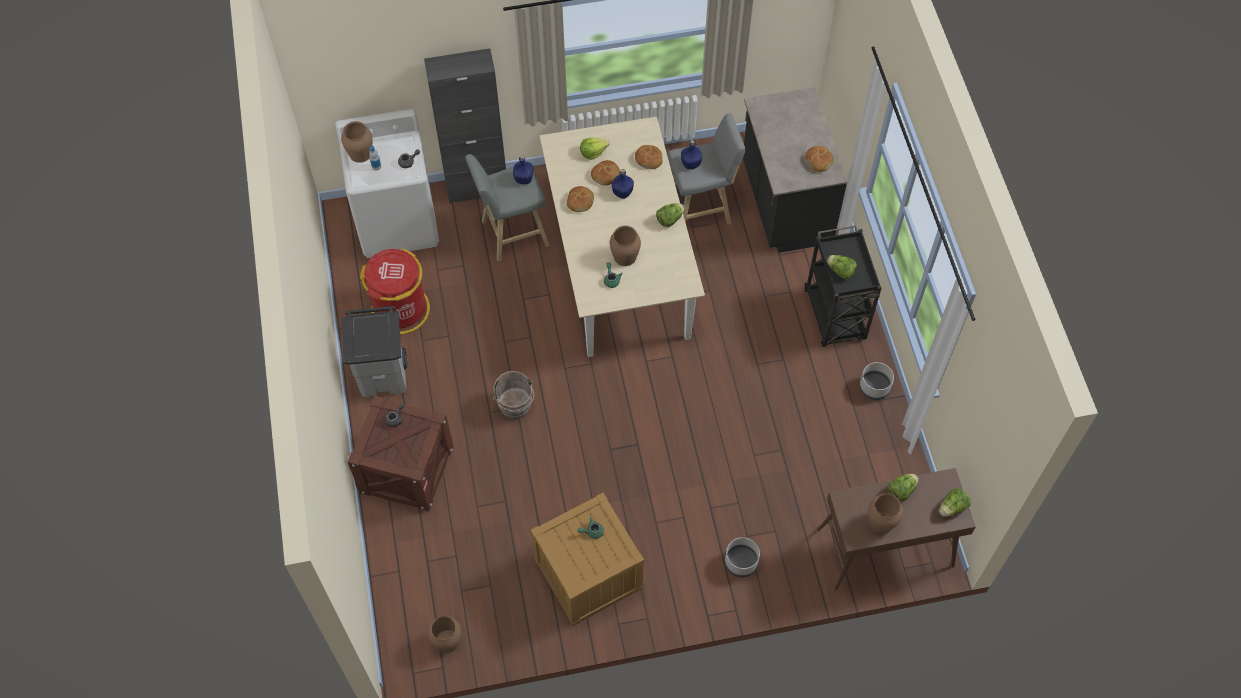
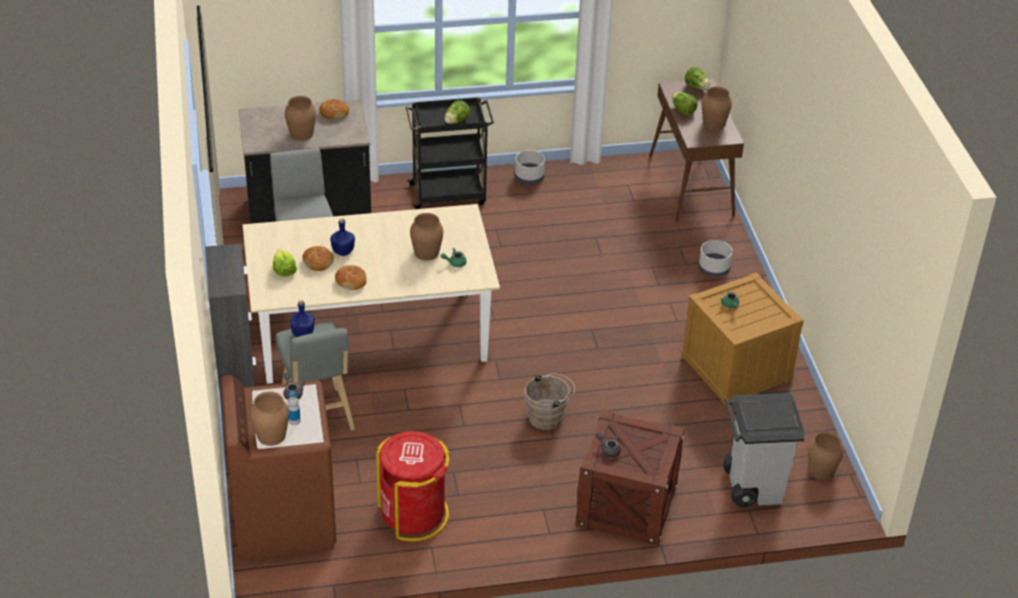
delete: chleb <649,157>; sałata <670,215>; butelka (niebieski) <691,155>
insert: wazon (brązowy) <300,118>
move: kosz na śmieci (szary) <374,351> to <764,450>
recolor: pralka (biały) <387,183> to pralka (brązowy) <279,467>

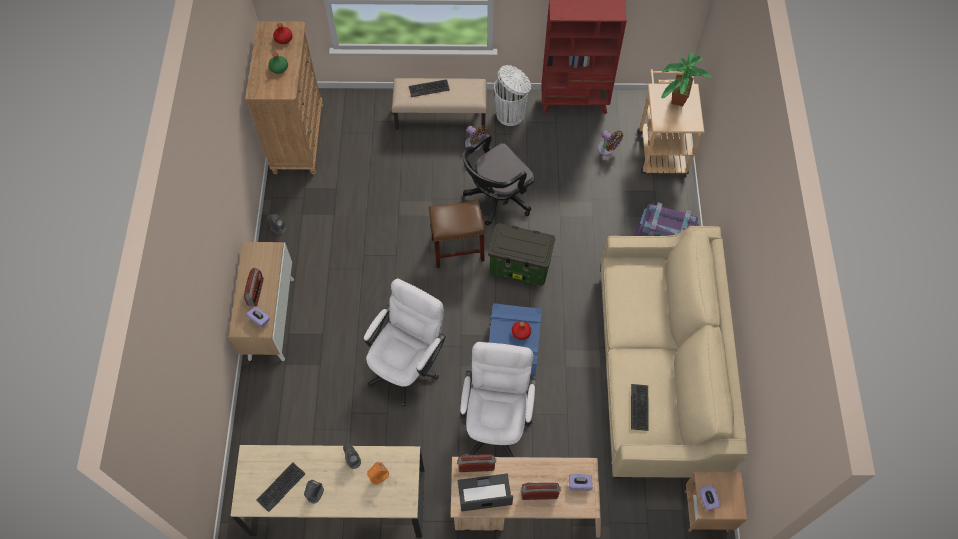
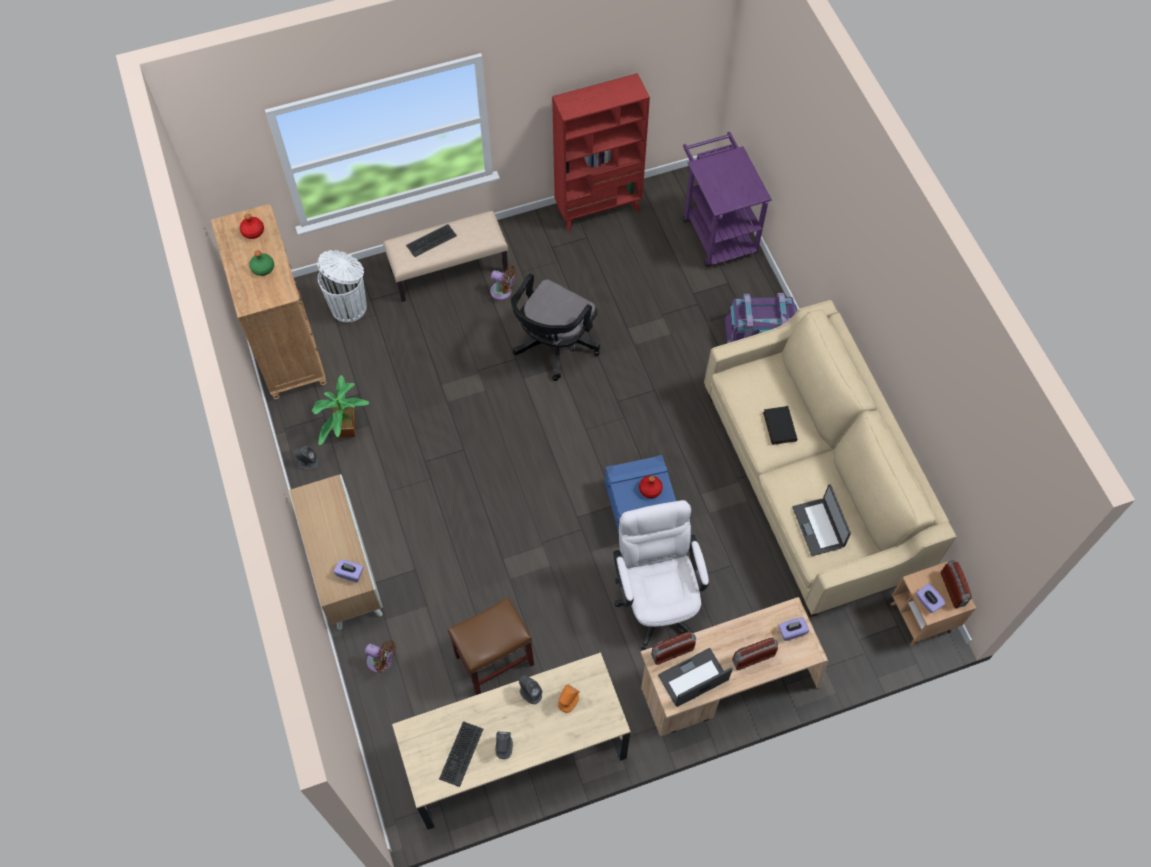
delete: krzesło biurowe (biały) <405,342>; pojemnik do przechowywania <521,254>
insert: książka (czarny) <780,425>
move: roślina doniczkowa <686,79> to <340,410>; kosz na śmieci (biały) <512,95> to <342,286>; wentylator (brązowy) <610,143> to <380,656>; stołek (brązowy) <457,233> to <491,646>; radio <254,286> to <956,584>
replace: klawiatura <640,407> to laptop <822,520>
recolor: wózek (beżowy) <671,121> to wózek (fioletowy) <727,199>

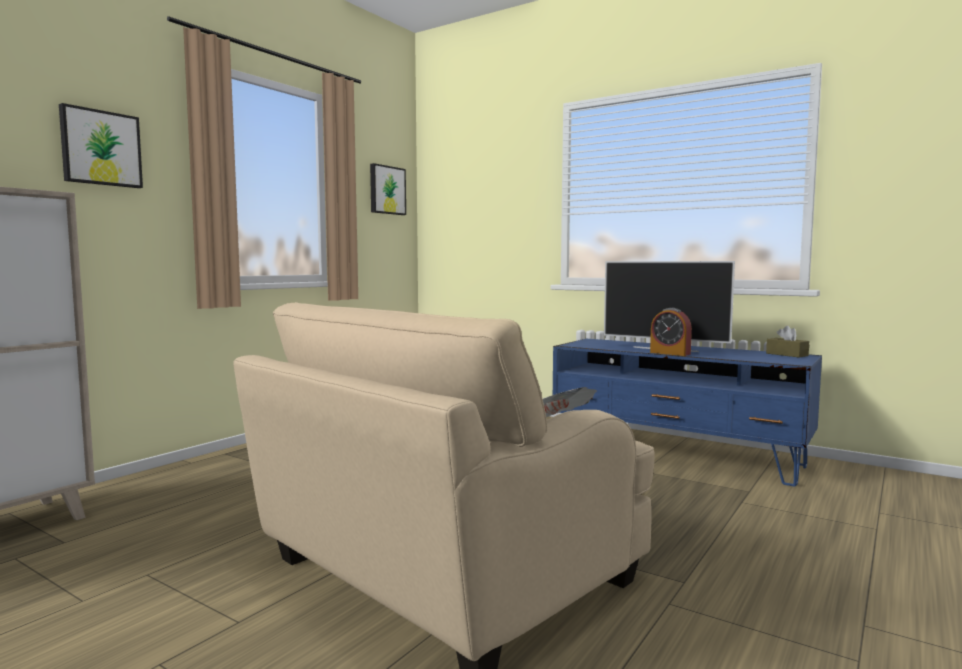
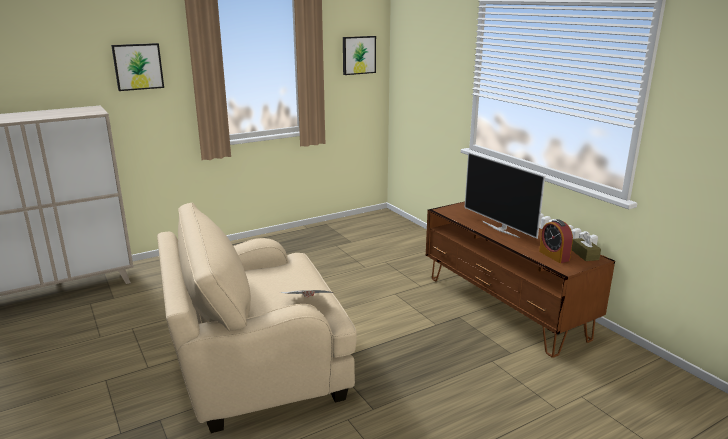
move: budzik <671,332> to <556,241>
recolor: szafka pod telewizor (niebieski) <687,413> to szafka pod telewizor (brązowy) <520,279>

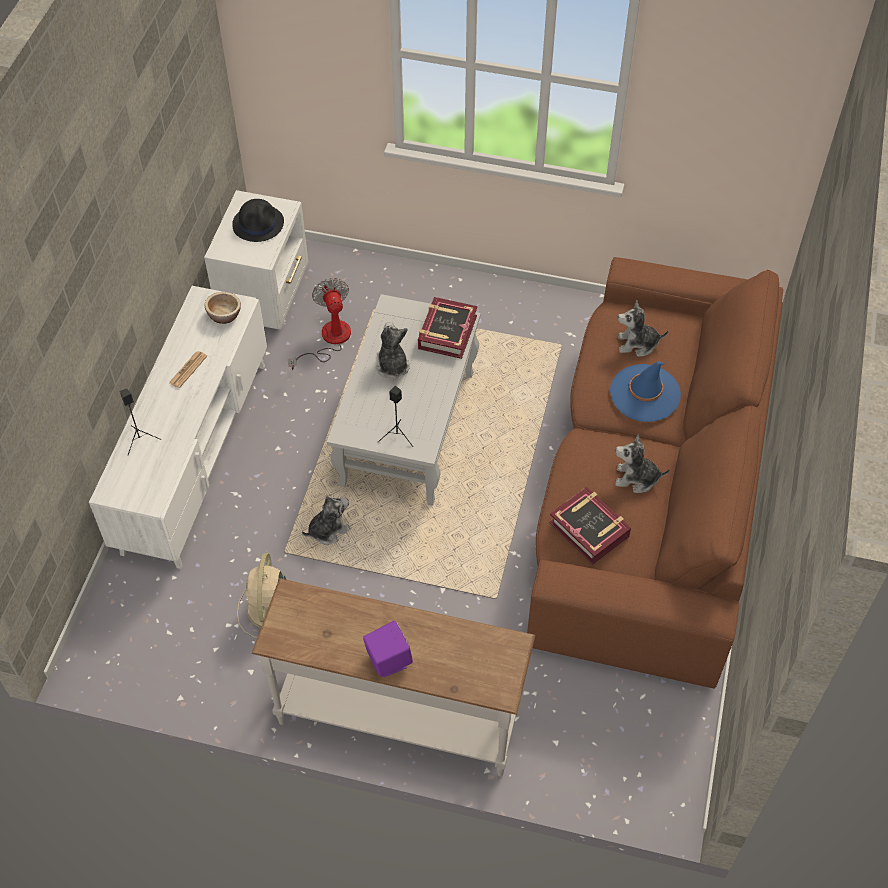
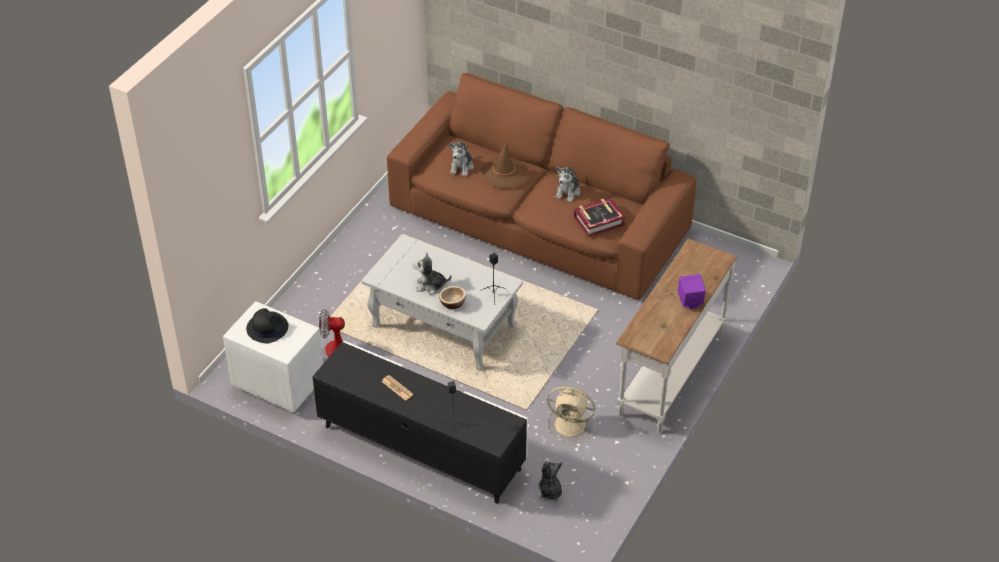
delete: książka <447,328>
move: miska <223,308> to <452,297>; pluszak <326,520> to <549,480>
recolor: szafka pod telewizor (biały) <178,427> to szafka pod telewizor (czarny) <420,422>; kapelusz (niebieski) <645,391> to kapelusz (brązowy) <504,165>

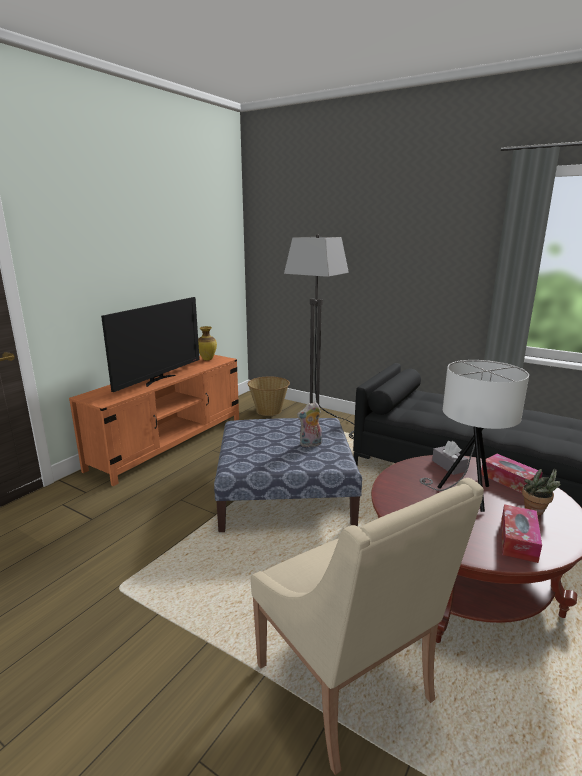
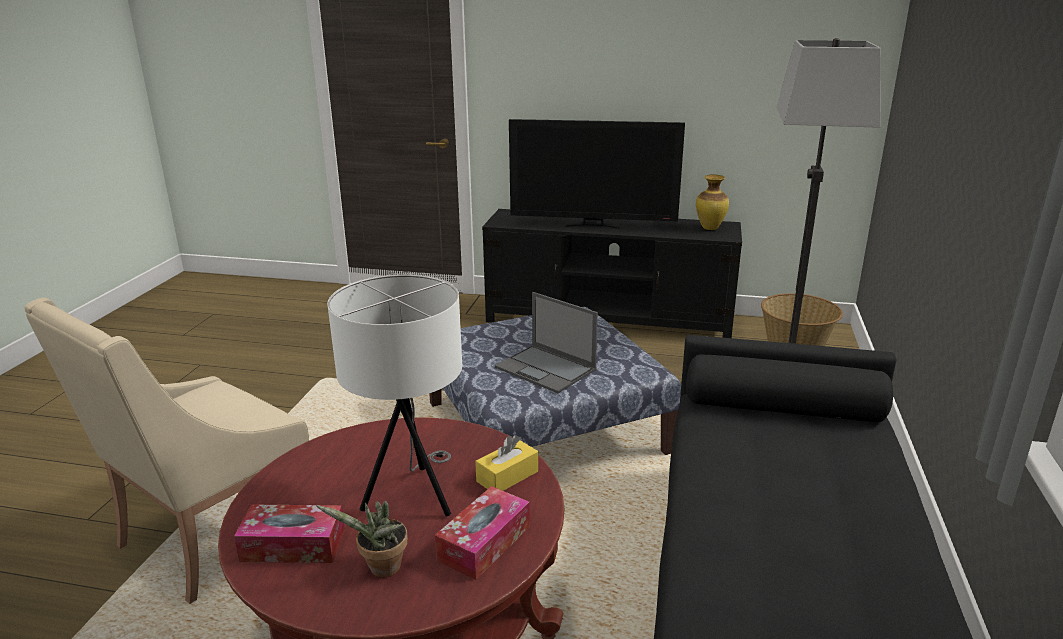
replace: pluszak <309,424> to laptop <546,342>
recolor: pudełko chusteczek (szary) <450,458> to pudełko chusteczek (żółty) <506,463>; szafka pod telewizor (pomarańczowy) <154,420> to szafka pod telewizor (czarny) <612,273>

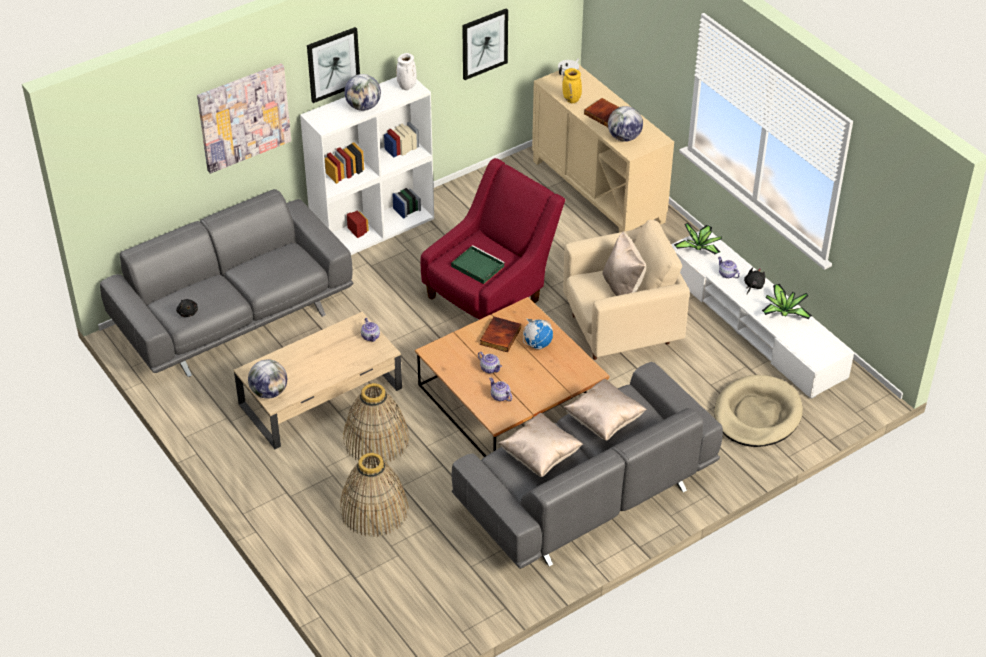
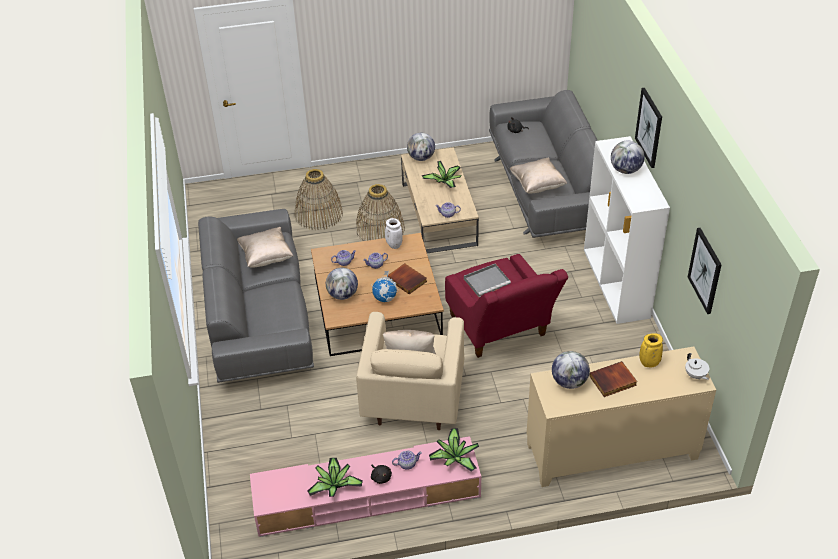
delete: obraz <244,118>; legowisko (beżowy) <758,411>
insert: globus <342,284>; roślina doniczkowa <442,174>
move: wazon (biały) <406,71> to <394,233>; poduszka (beżowy) <605,410> to <538,175>
recolor: szafka pod telewizor (biały) <762,315> to szafka pod telewizor (różowy) <365,486>; taca (zielony) <478,264> to taca (szary) <487,280>

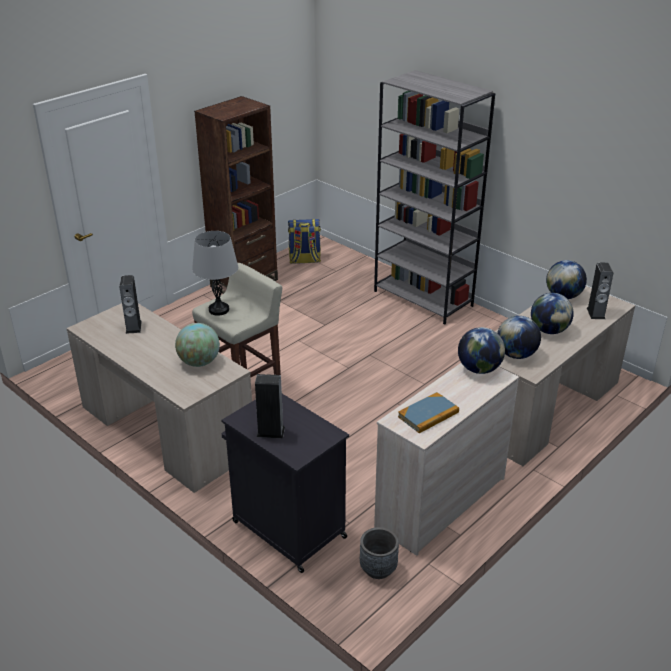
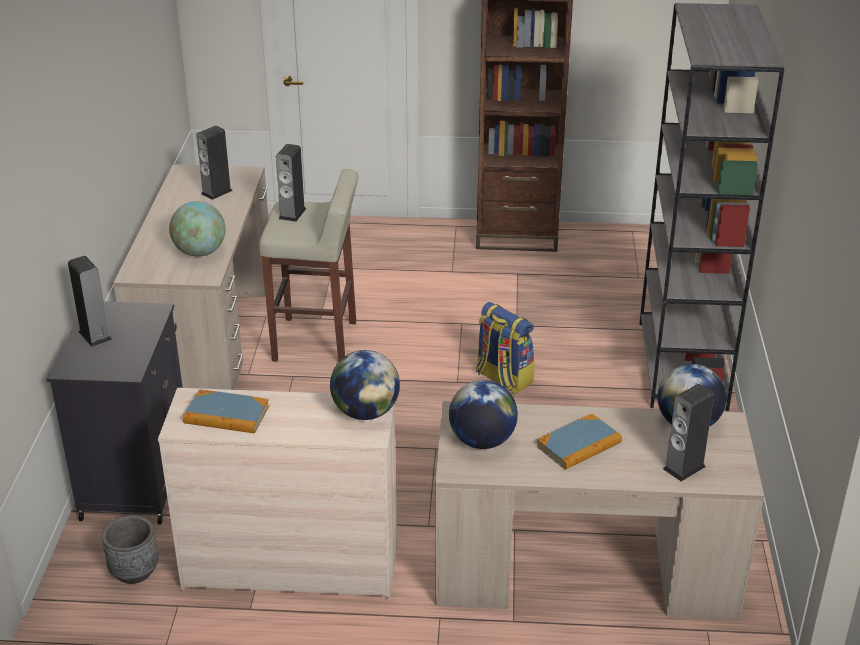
move: plecak <304,241> to <505,348>
replace: lampa stołowa (szary) <215,273> to głośnik <291,183>; globus <552,313> to książka <579,442>

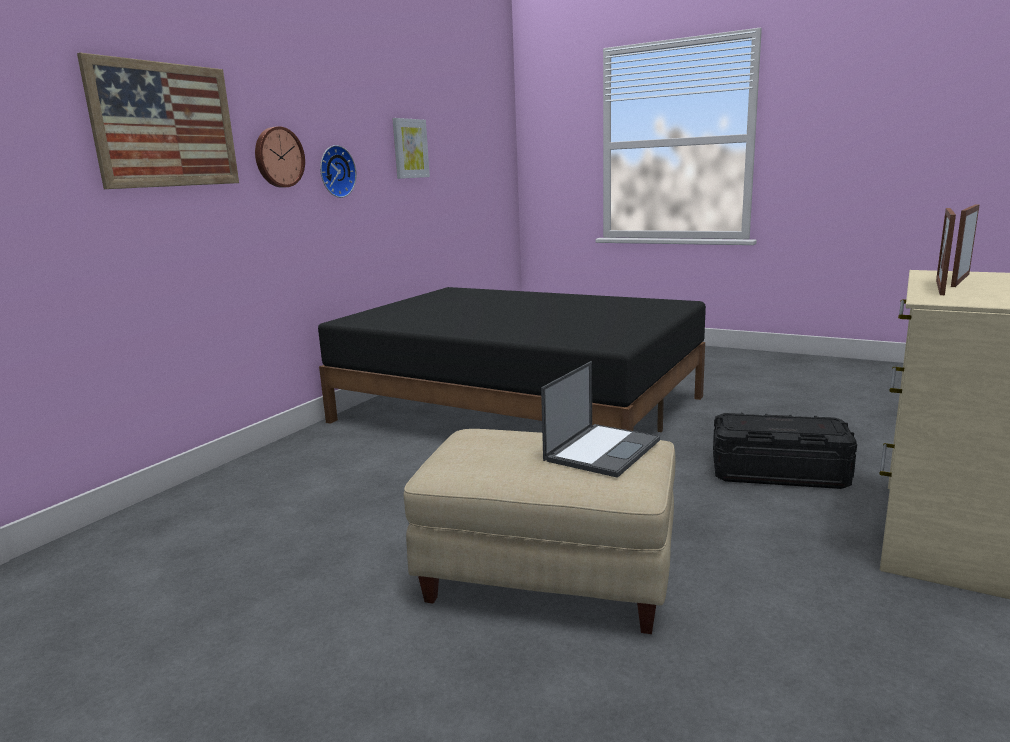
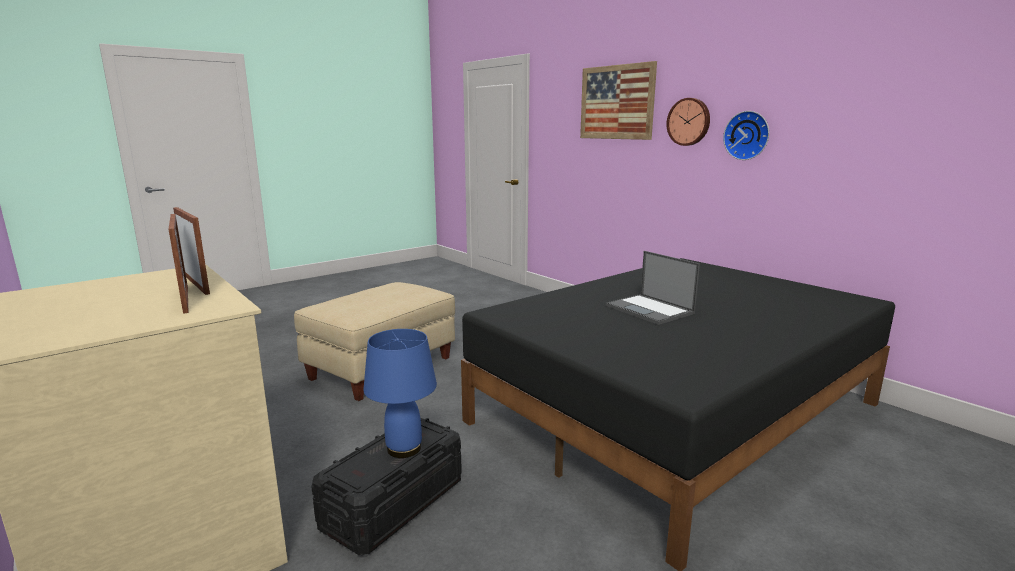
delete: obraz <411,148>
insert: lampa stołowa (niebieski) <400,393>
move: laptop <600,419> to <653,288>

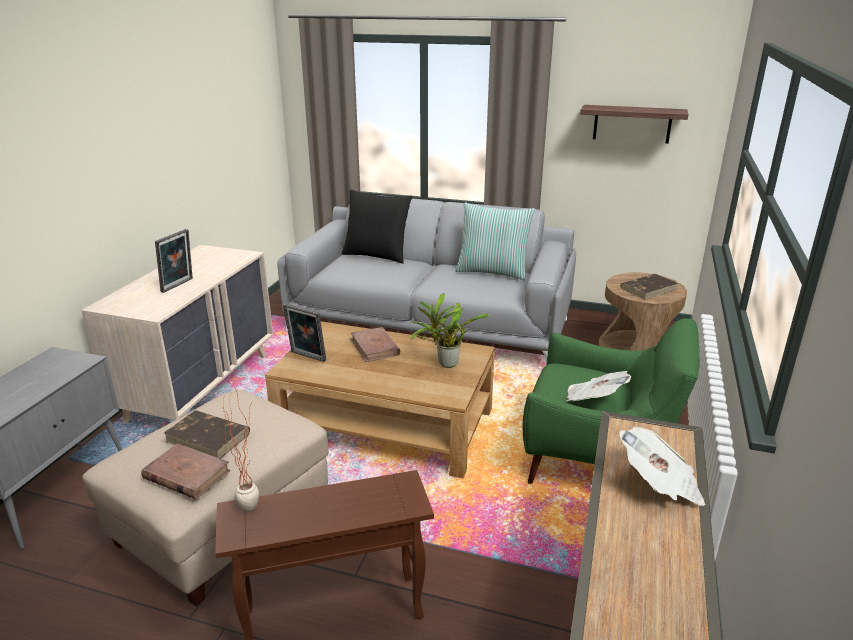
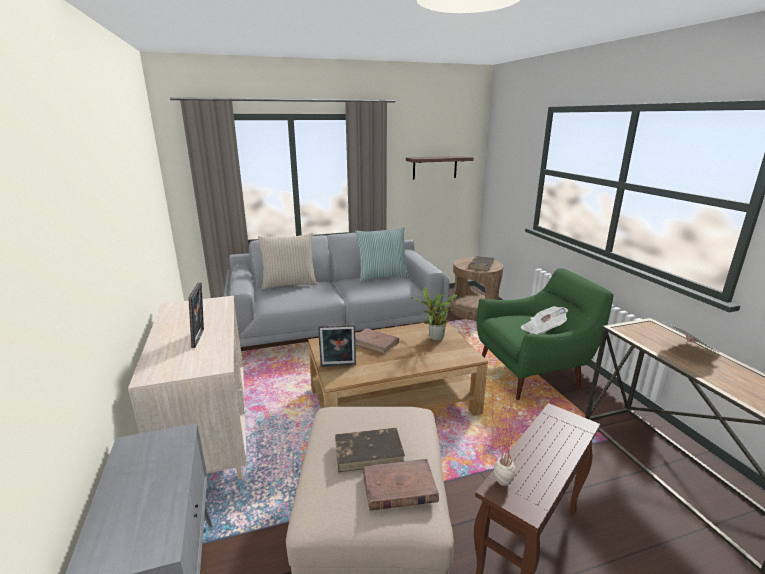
recolor: poduszka (czarny) <377,226> to poduszka (beżowy) <287,261>

